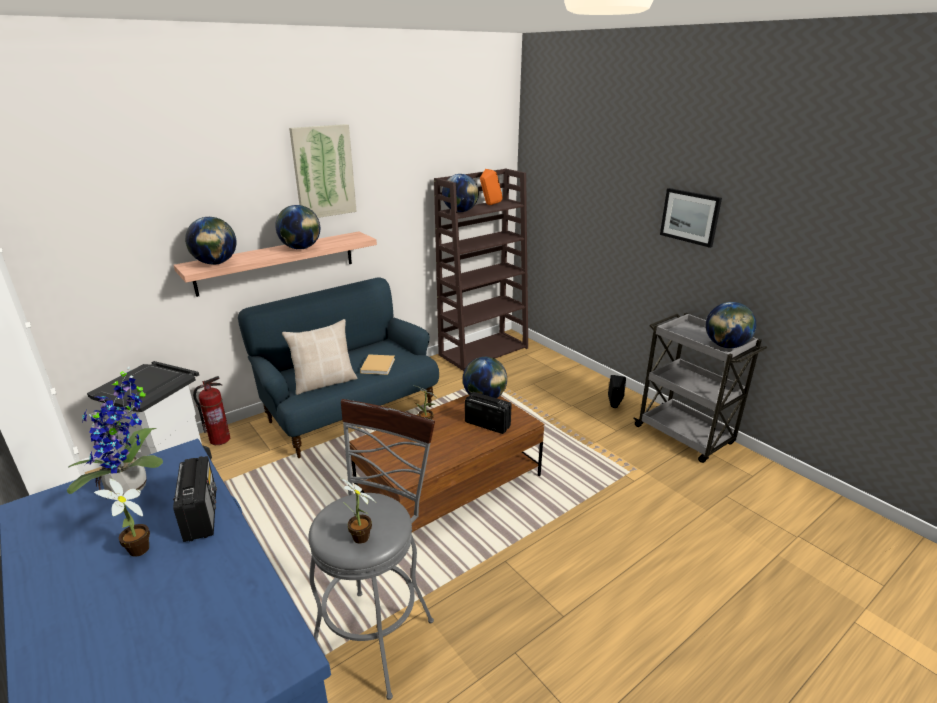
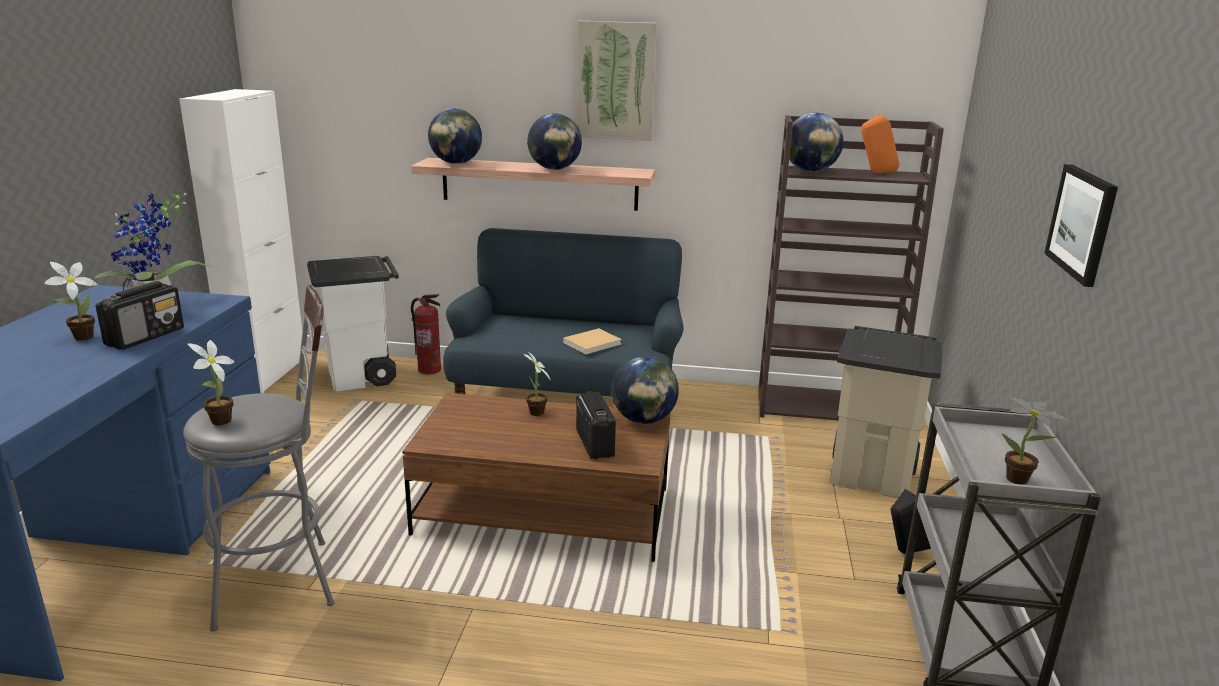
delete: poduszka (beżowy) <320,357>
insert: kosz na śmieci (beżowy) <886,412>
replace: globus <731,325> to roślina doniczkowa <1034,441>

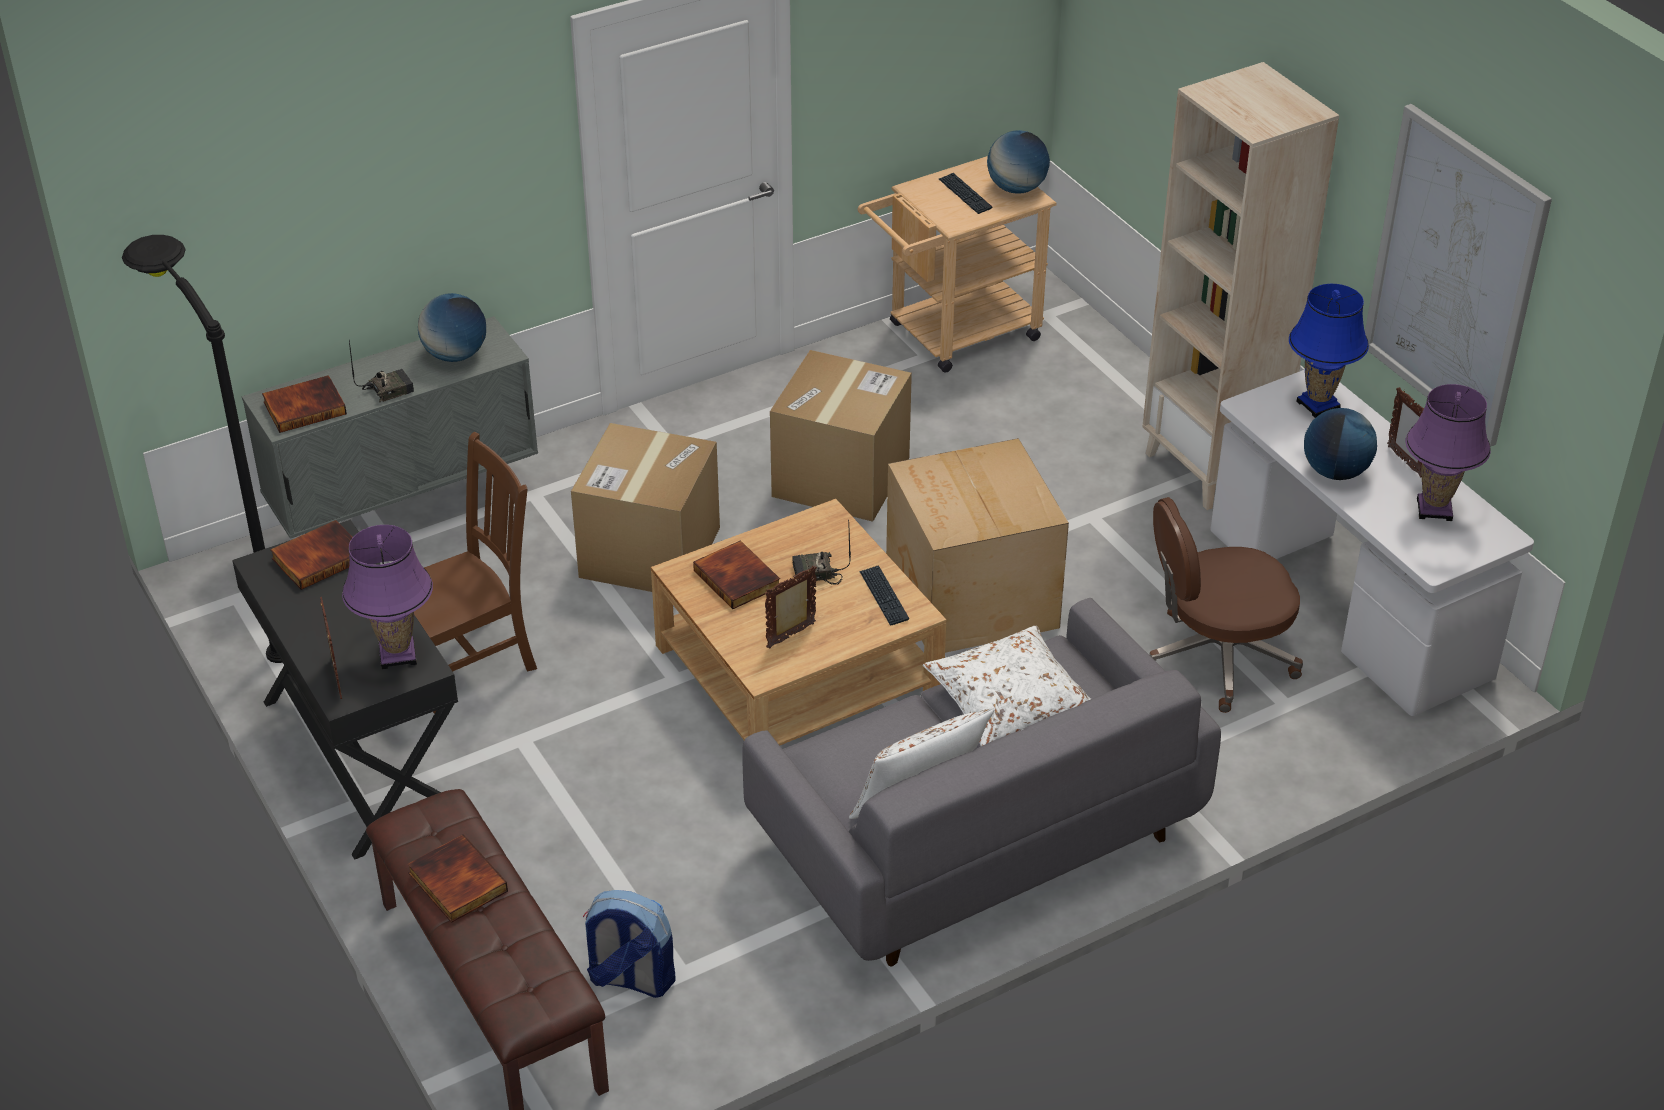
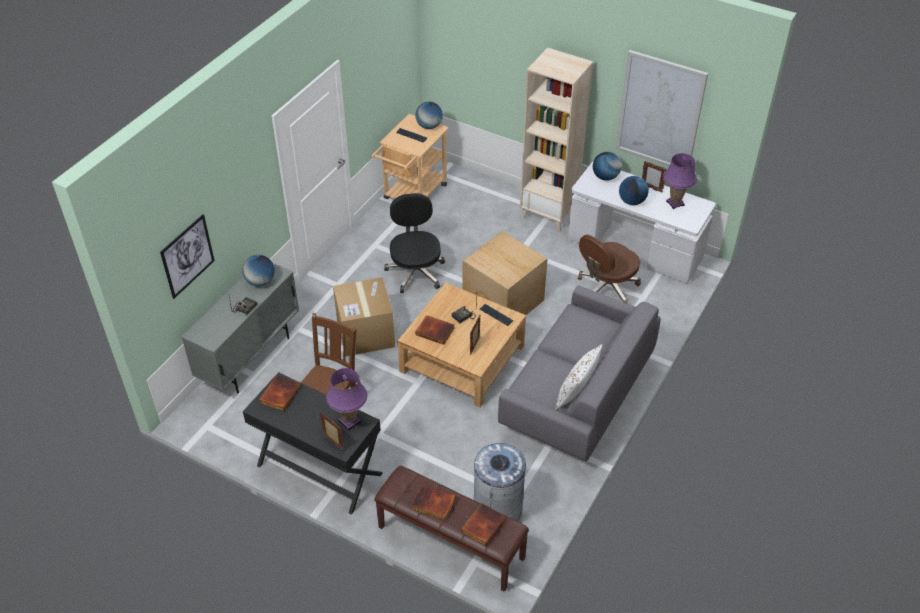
delete: lampa stojąca (czarny) <202,449>; poduszka (biały) <1007,686>
insert: obraz <187,256>
move: książka <304,404> to <483,524>
replace: karton <841,436> to krzesło biurowe (czarny) <414,243>; plecak <629,944> to kosz na śmieci (szary) <500,482>; lampa stołowa (niebieski) <1329,351> to globus <607,166>

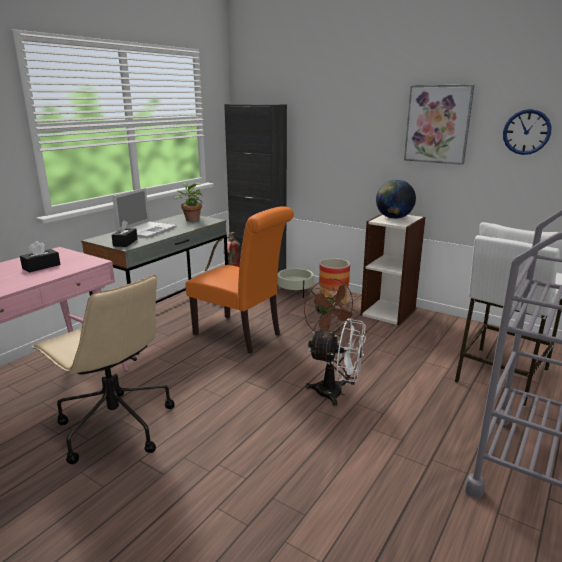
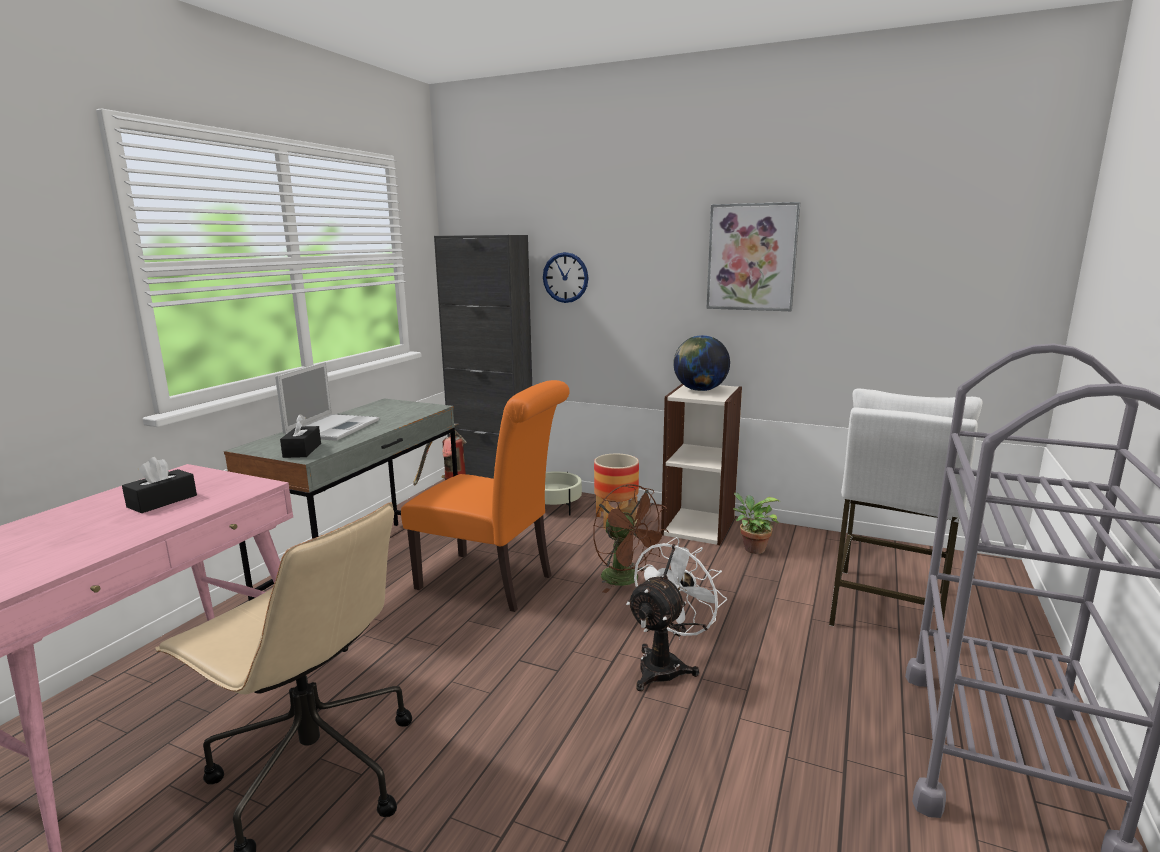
move: zegar ścienny <527,132> to <565,277>; roślina doniczkowa <188,202> to <756,523>
rotate: wentylator (biały) <336,362> = <676,614> 60 degrees counterclockwise

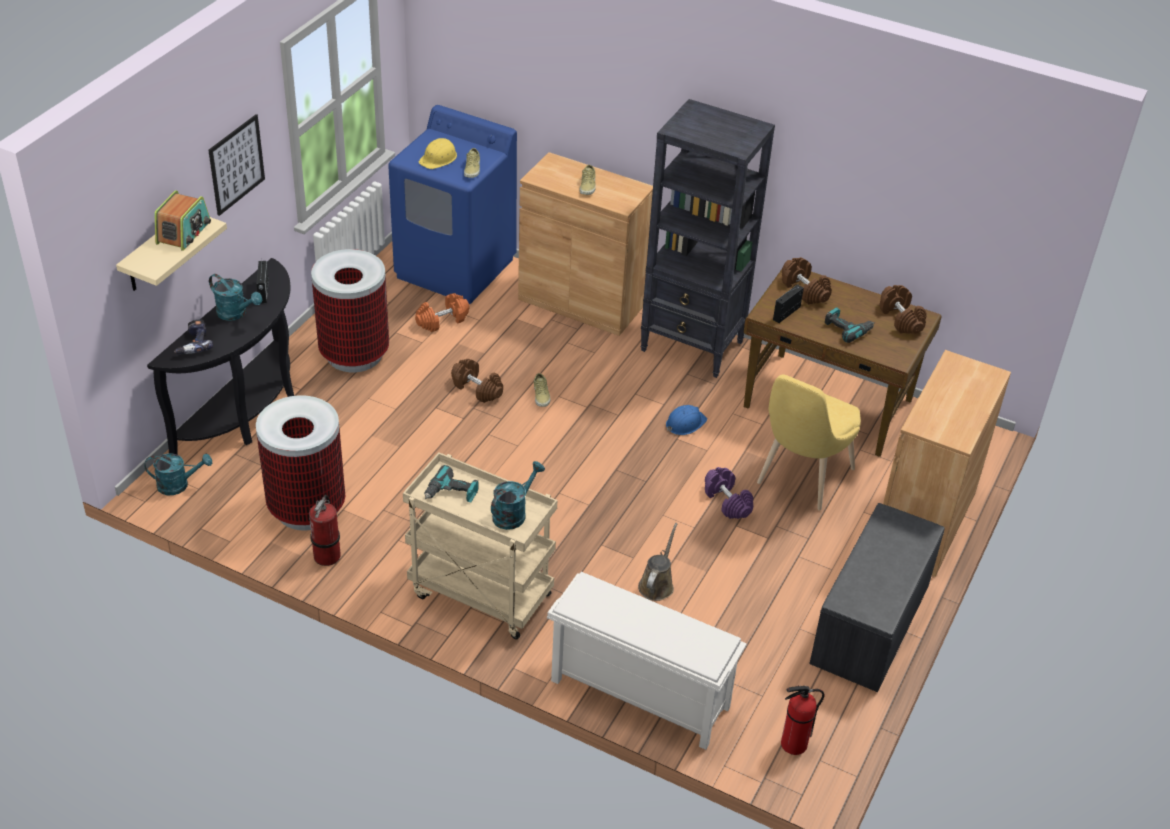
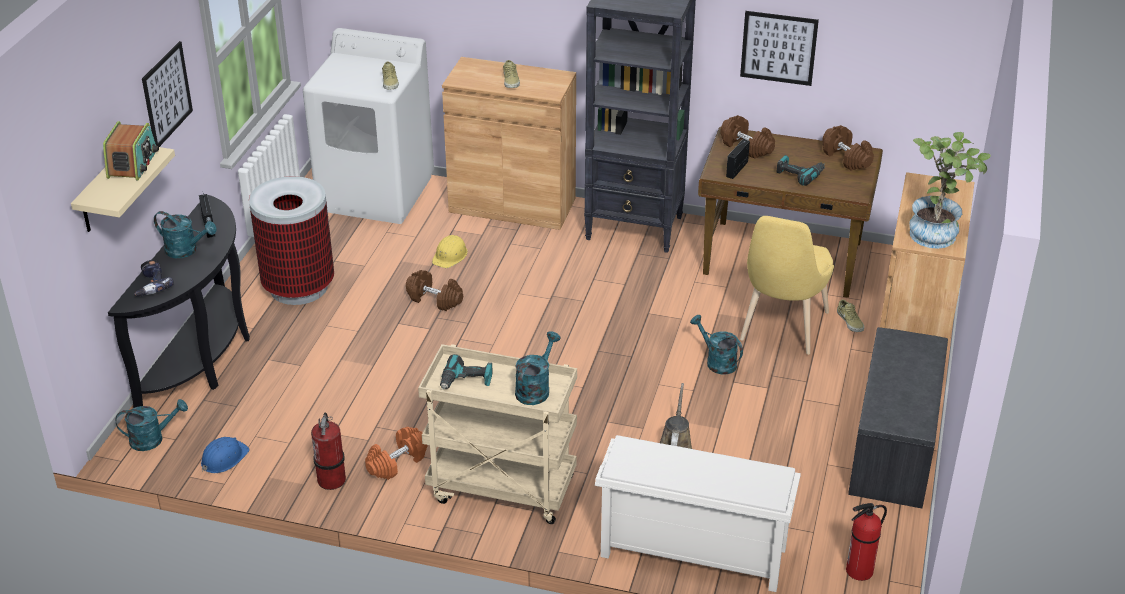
delete: kosz na śmieci <300,463>
insert: obraz <779,48>; roślina doniczkowa <950,190>
move: kask (niebieski) <686,420> to <225,455>; hantel (pomarańczowy) <442,312> to <396,453>; kask (żółty) <438,153> to <450,251>; but (beżowy) <542,390> to <850,316>
replace: hantel (fioletowy) <729,493> to konewka (turkusowy) <716,345>
recolor: pralka (niebieski) <452,204> to pralka (biały) <368,126>

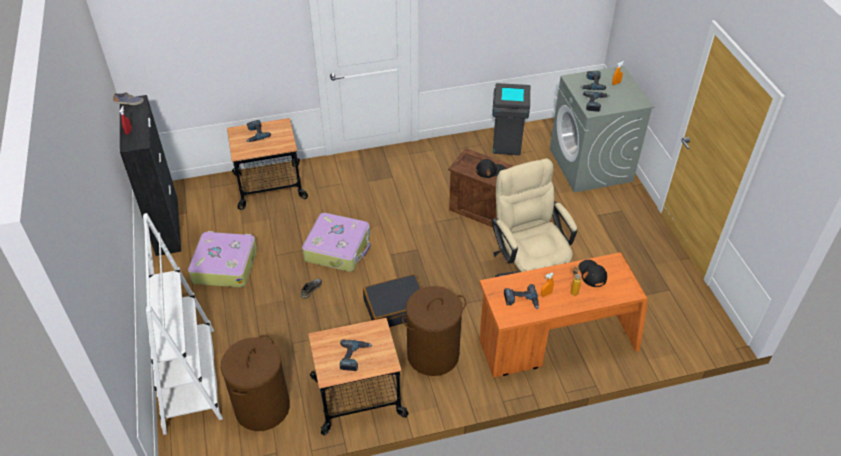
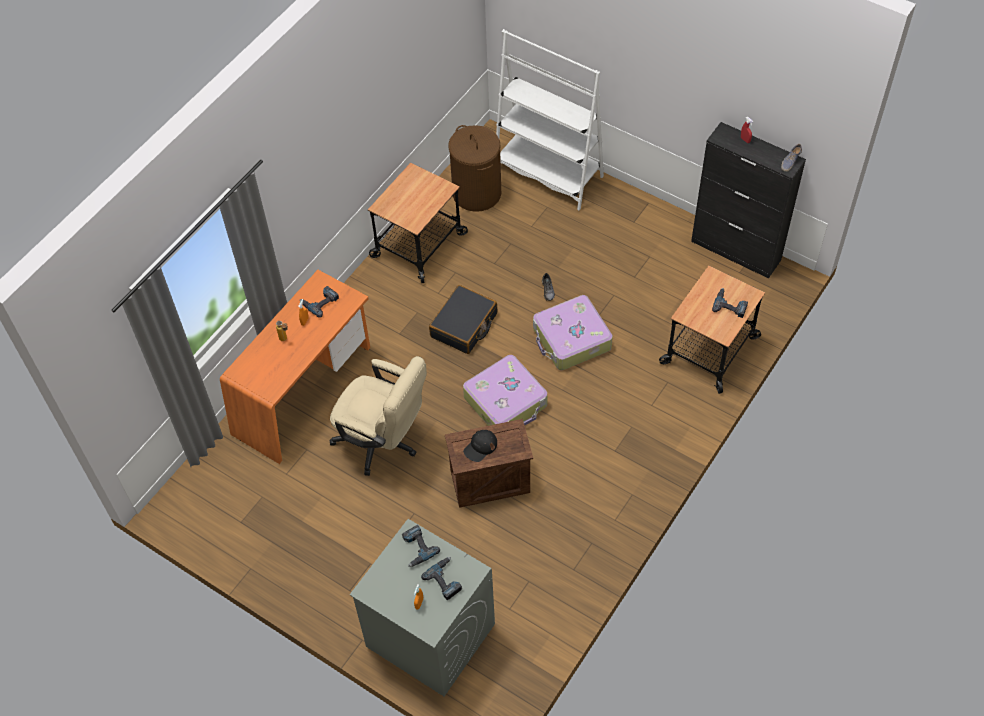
delete: wiertarka <356,355>; kosz na pranie (brązowy) <434,331>; kosz na śmieci (szary) <511,119>; czapka z daszkiem (czarny) <592,273>
move: walizka <222,259> to <505,390>

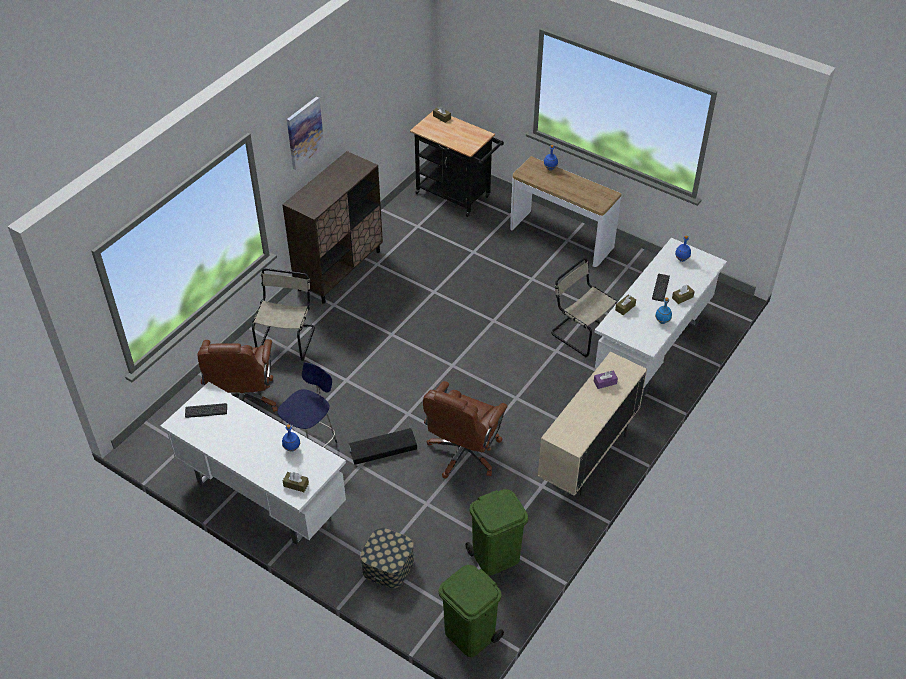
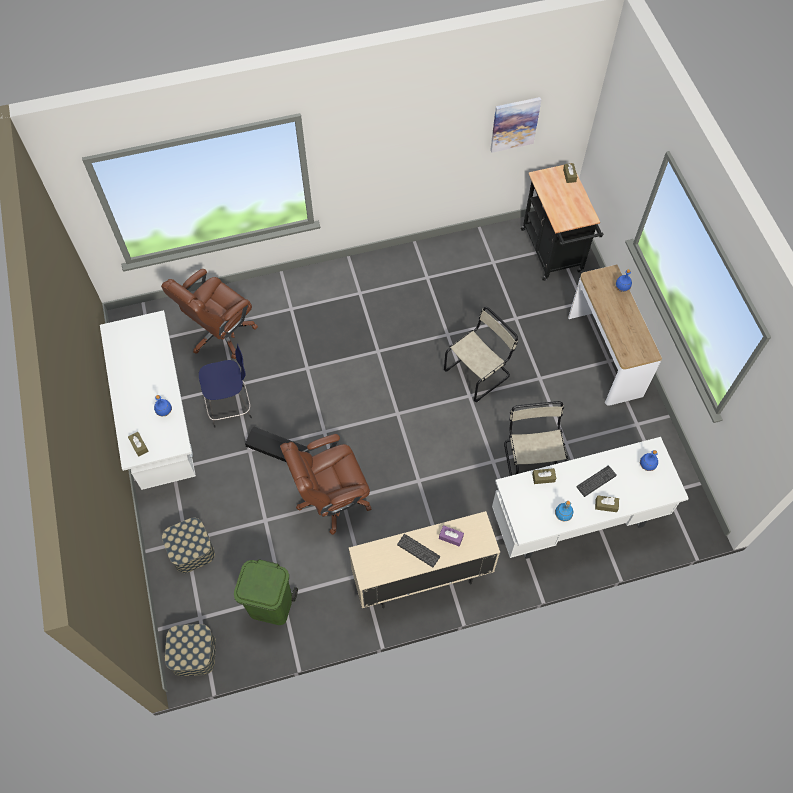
delete: szafka (brązowy) <332,227>
move: klawiatura <206,410> to <418,550>; krzesło (beżowy) <283,314> to <481,354>; obraz <305,133> to <515,125>
replace: kosz na śmieci (zielony) <471,611> to pojemnik do przechowywania <190,650>

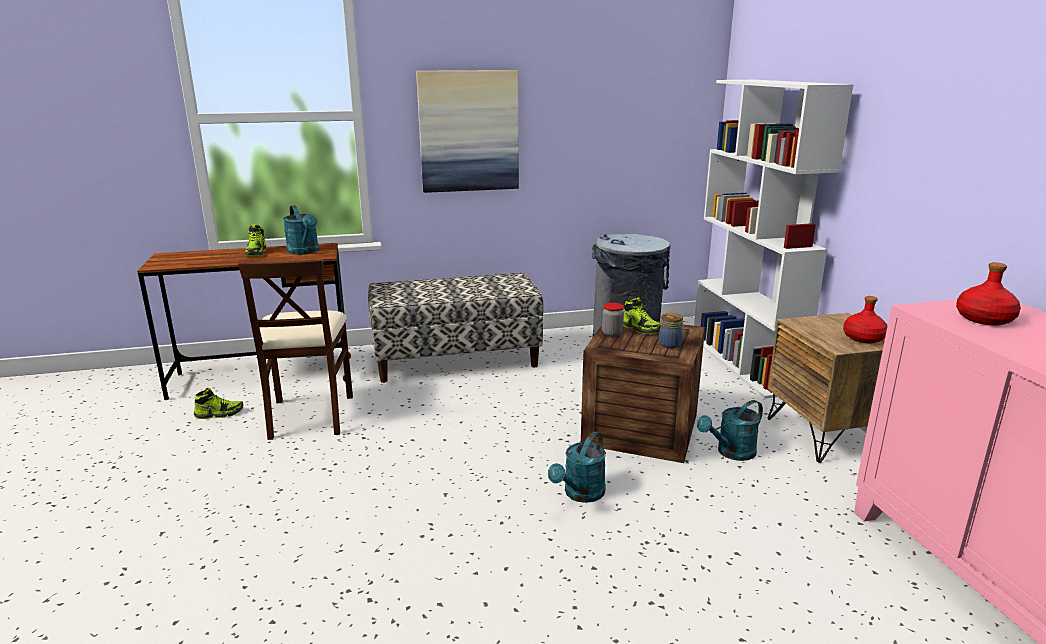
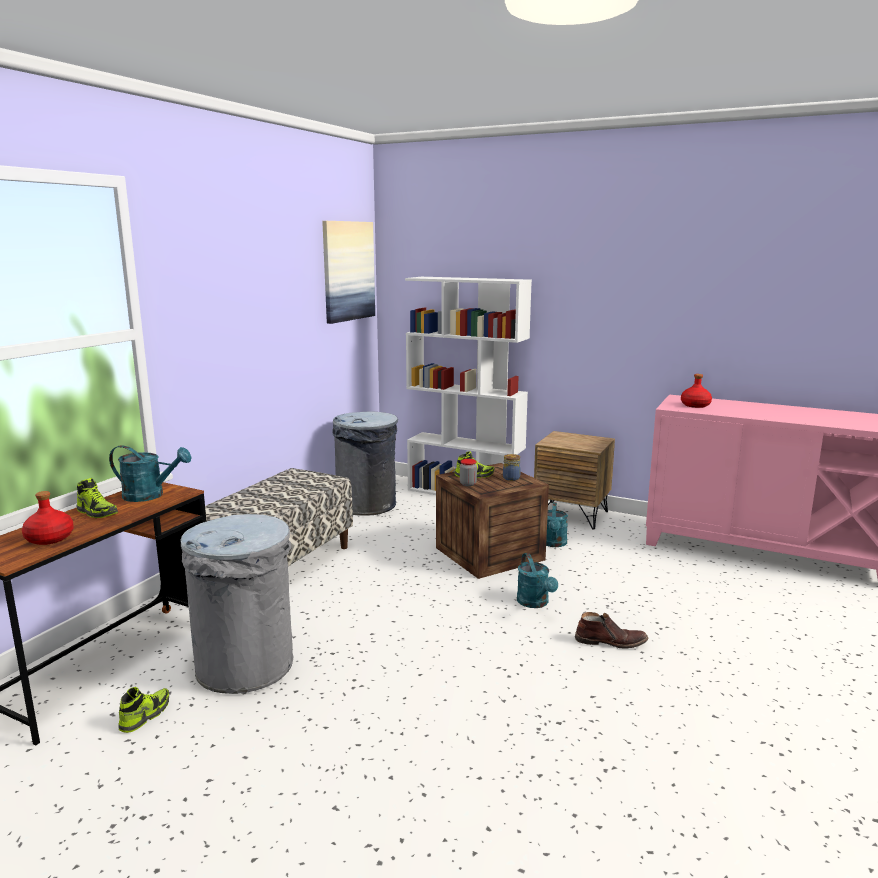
insert: but z cholewką (brązowy) <611,630>
move: butelka (czerwony) <865,319> to <48,518>; obraz <467,131> to <348,272>
replace: krzesło (beżowy) <295,349> to kosz na śmieci (szary) <237,604>

